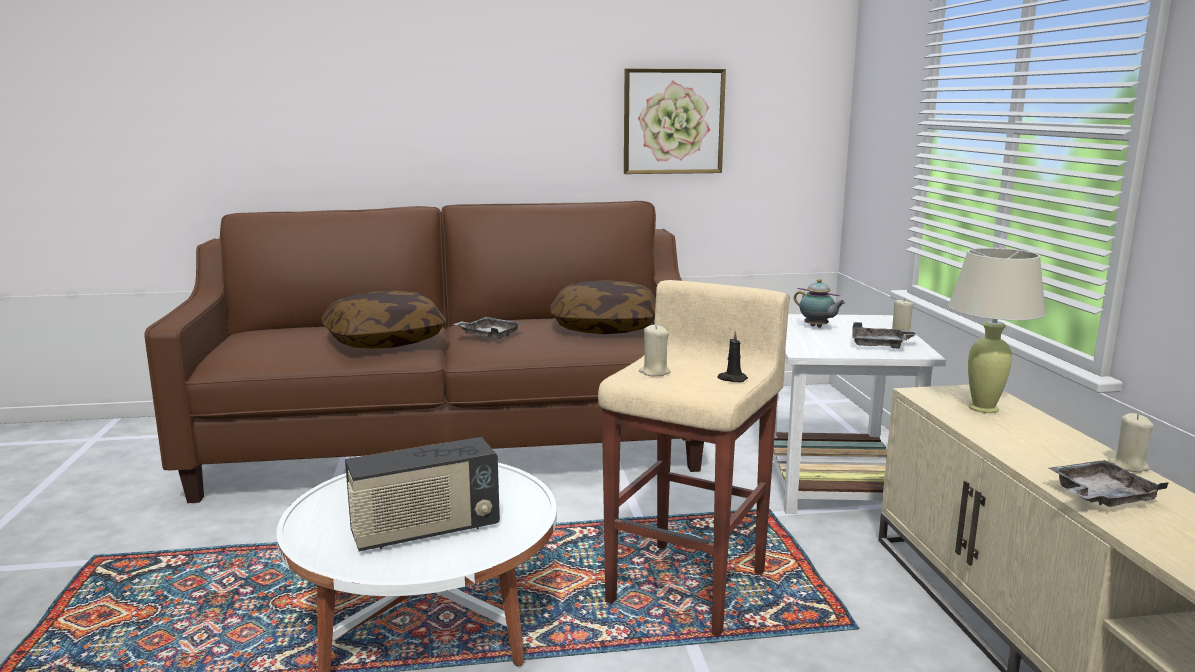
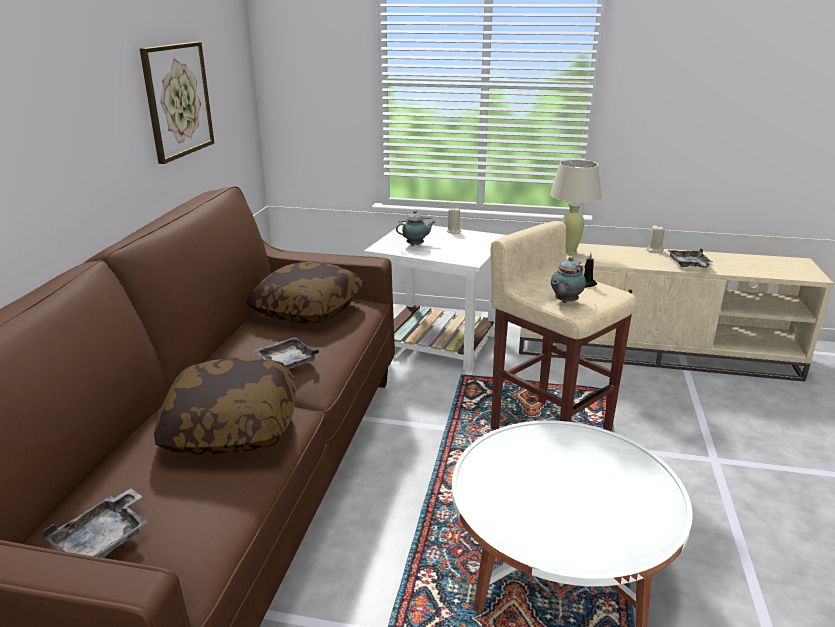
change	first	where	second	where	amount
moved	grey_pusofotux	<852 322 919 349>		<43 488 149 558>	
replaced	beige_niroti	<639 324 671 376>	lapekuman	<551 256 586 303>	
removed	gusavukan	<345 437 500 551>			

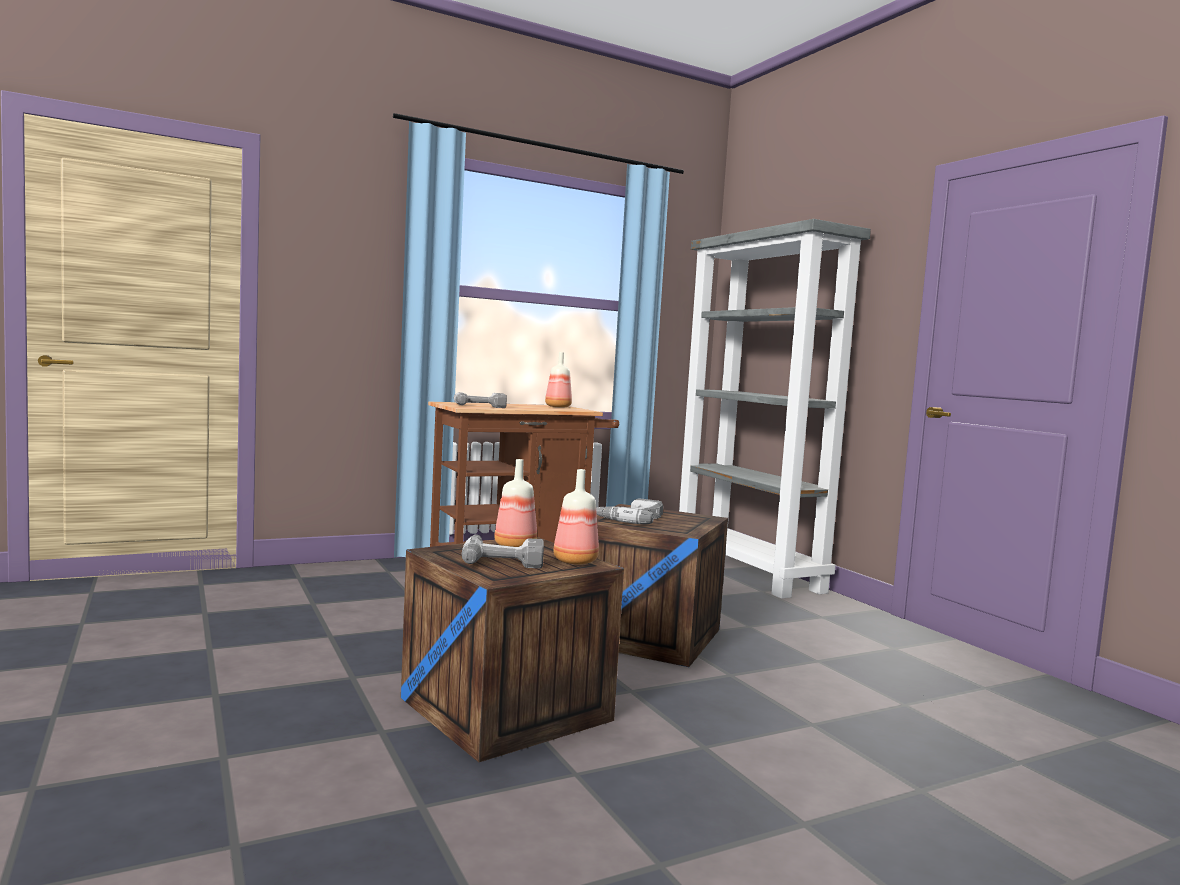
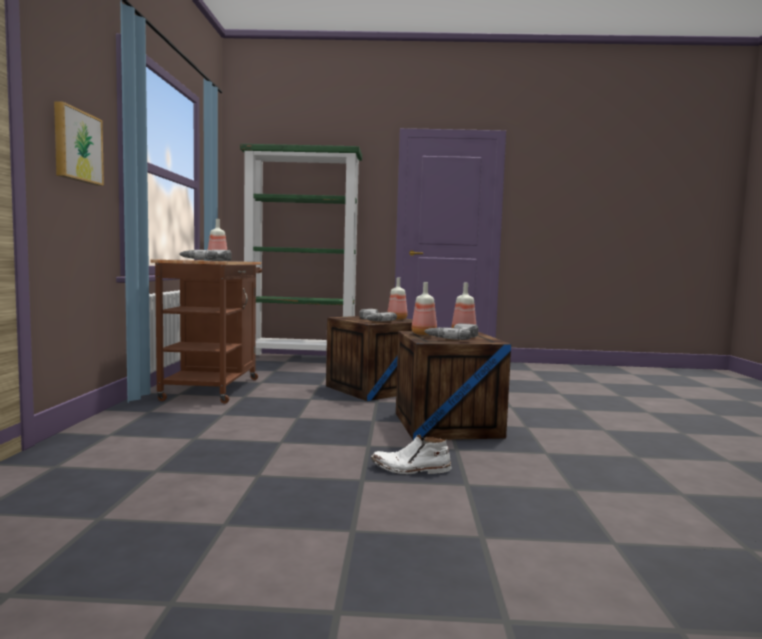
change	first	where	second	where	amount
added			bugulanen	<54 101 104 186>	
recoloured	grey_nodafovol	<679 219 871 599>	green_nodafovol	<240 144 362 355>	
added			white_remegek	<371 435 452 474>	
added			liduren	<388 277 408 320>	

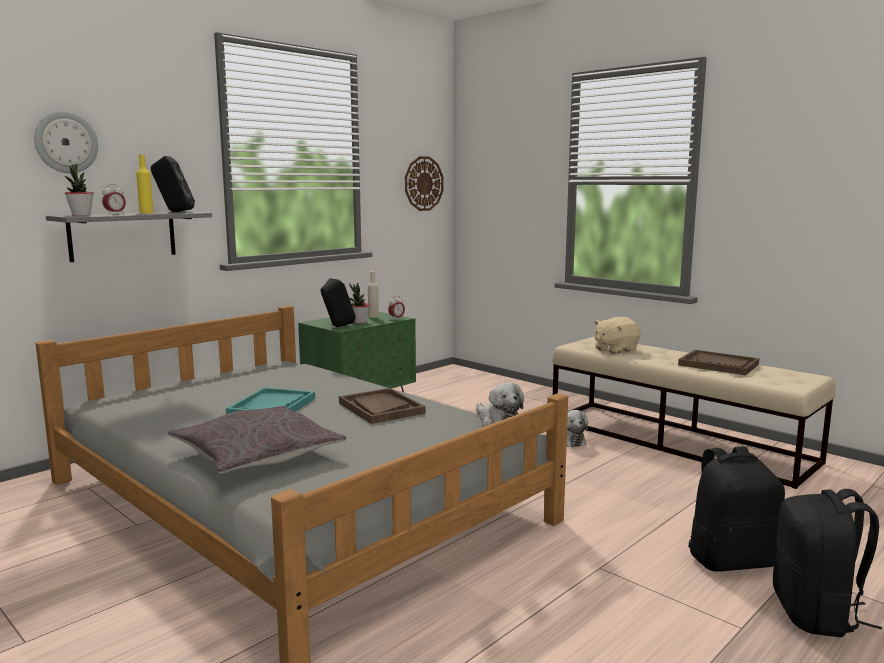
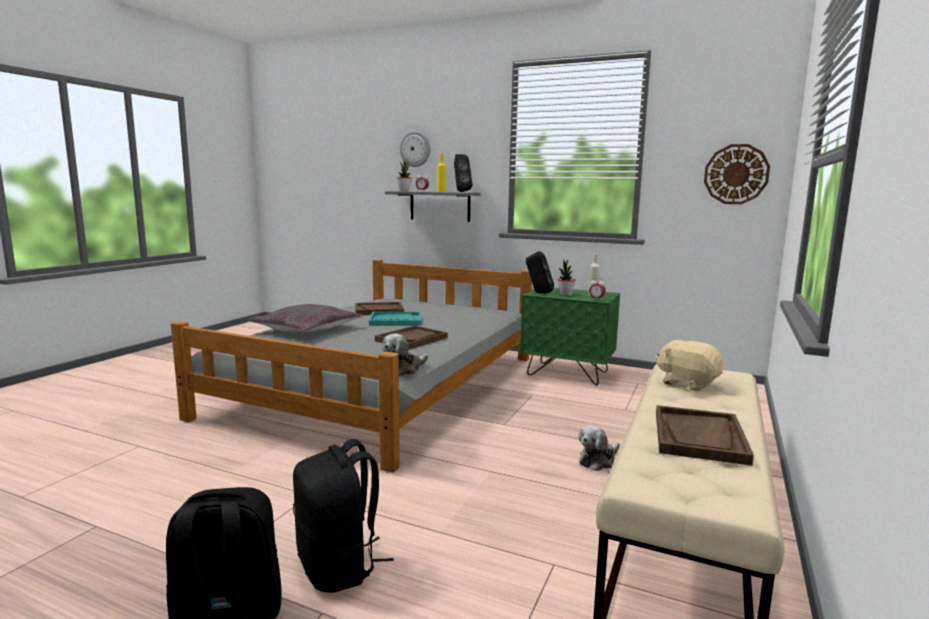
change	first	where	second	where	amount
added			brown_pusofotux	<355 302 404 315>	

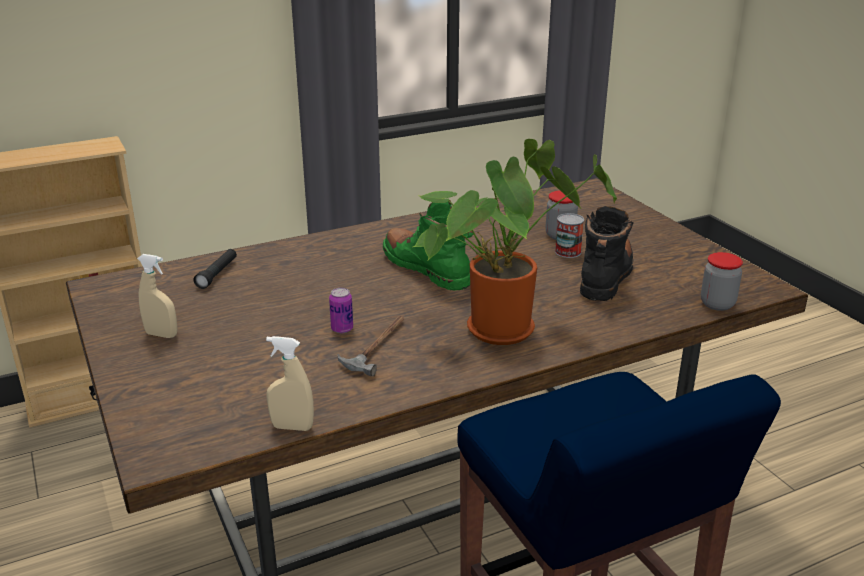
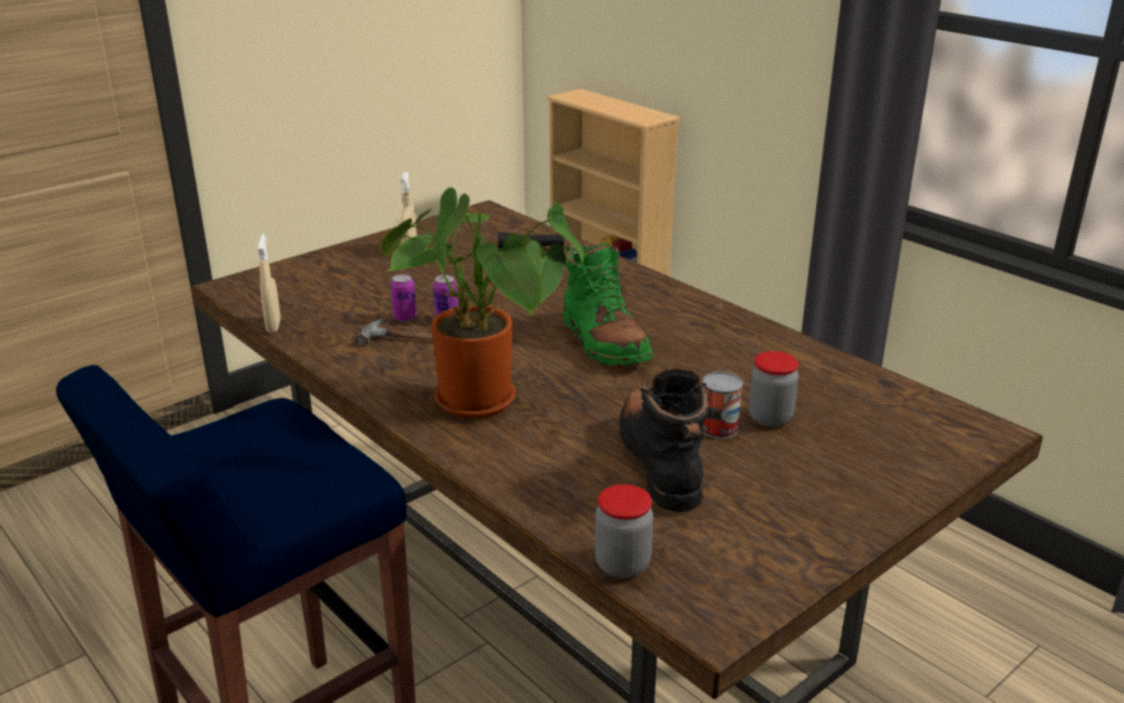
change	first	where	second	where	amount
added			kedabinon	<390 274 416 322>	
turned	green_remegek	<383 200 473 291>		<563 243 652 366>	120 degrees clockwise
turned	black_remegek	<580 206 634 301>		<619 369 710 512>	105 degrees counterclockwise

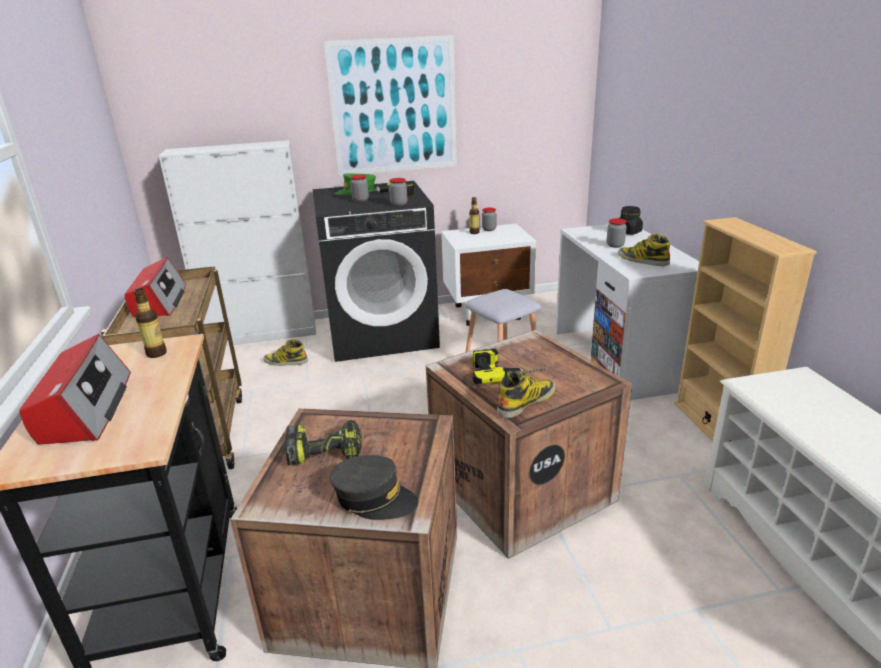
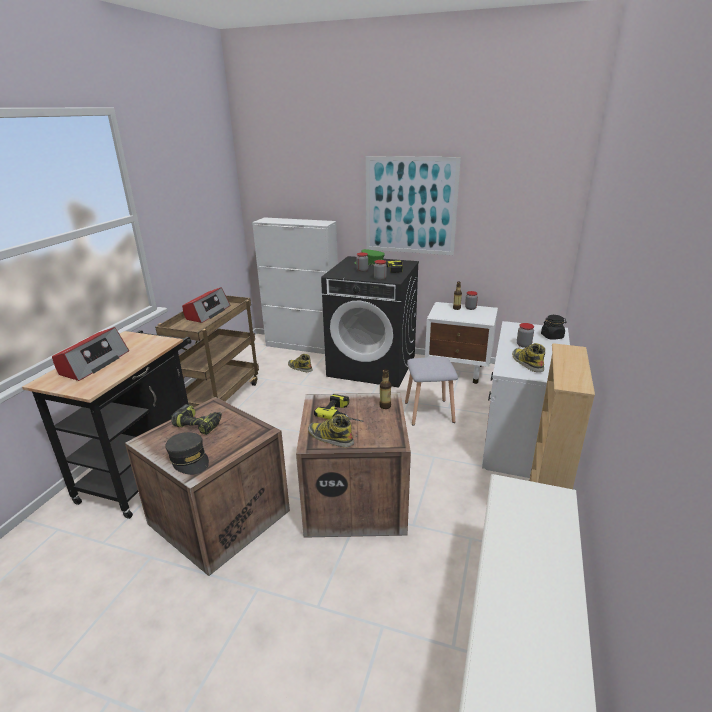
change	first	where	second	where	amount
turned	remegek	<497 371 555 418>		<308 414 354 447>	135 degrees counterclockwise
moved	liduren	<134 288 167 358>		<379 369 391 409>	

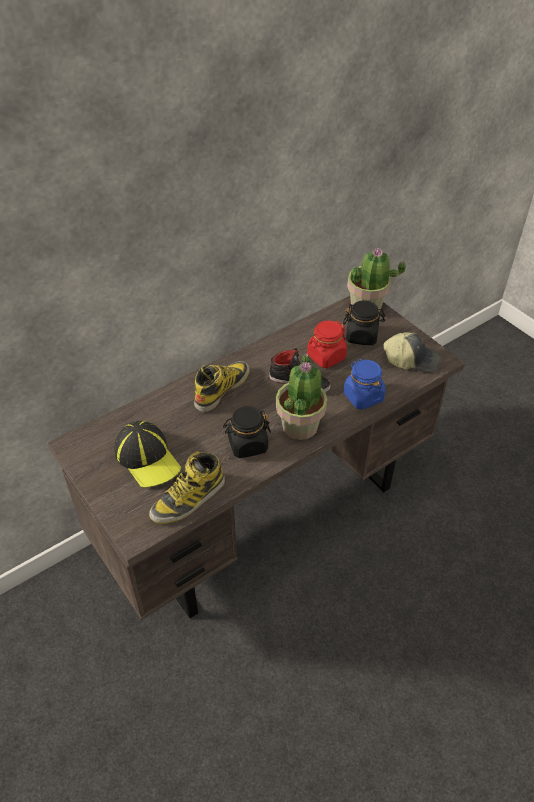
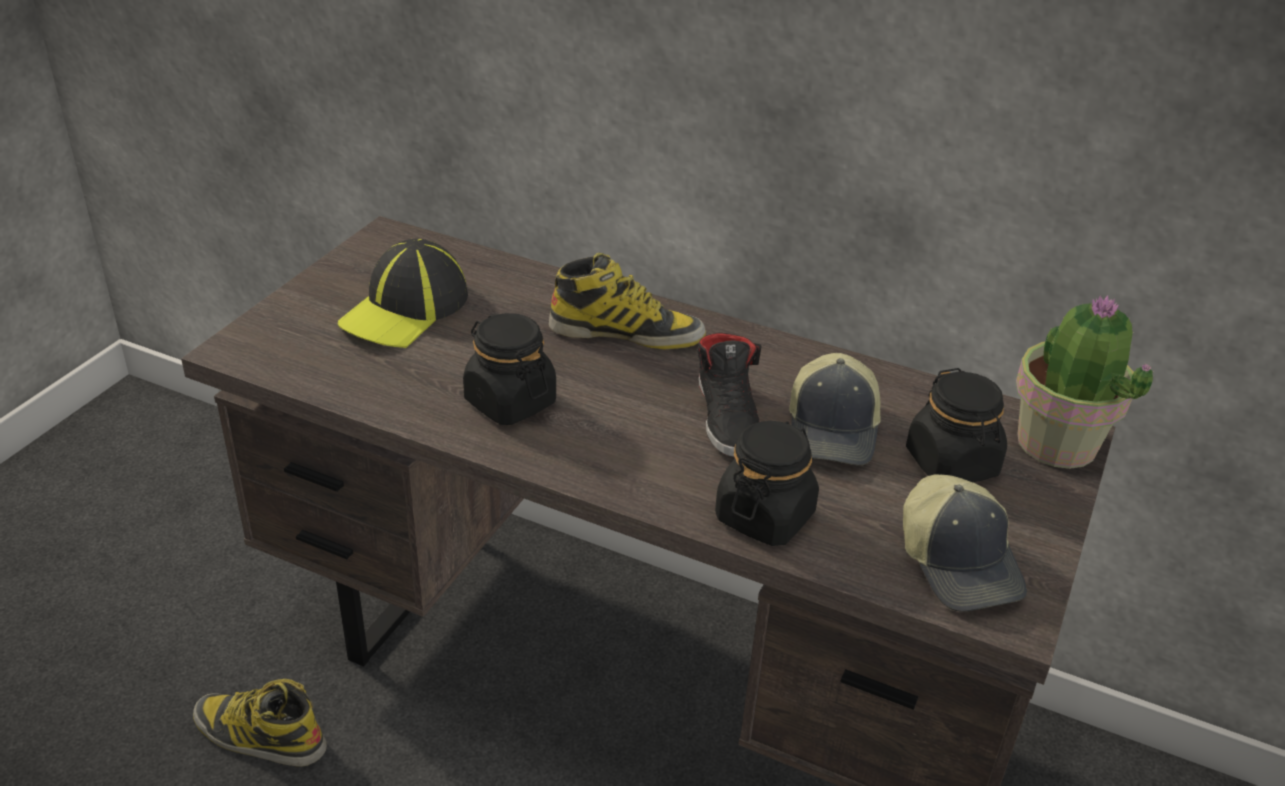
change	first	where	second	where	amount
moved	remegek	<149 451 225 524>		<193 679 327 767>	
recoloured	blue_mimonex	<343 359 386 410>	black_mimonex	<715 421 819 546>	
replaced	red_mimonex	<307 321 347 368>	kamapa	<789 353 881 465>	
removed	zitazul	<276 353 327 440>			

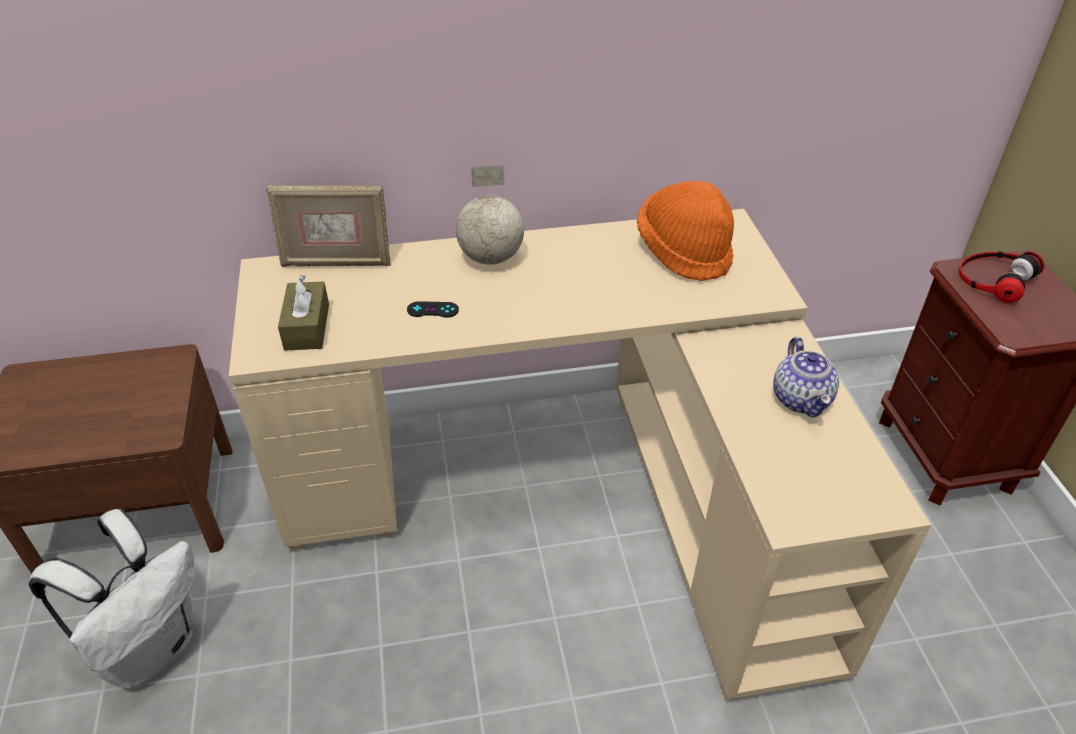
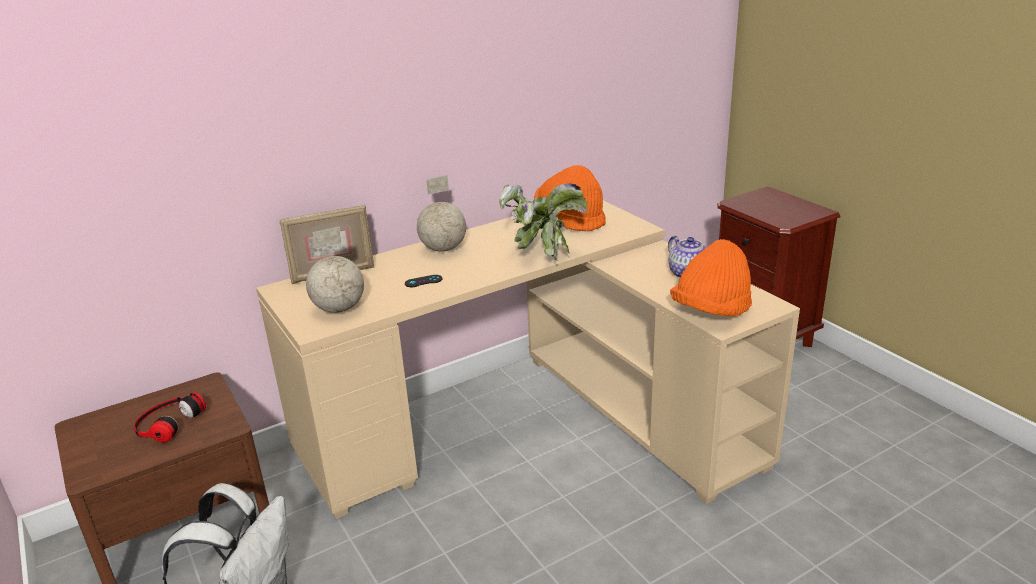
change	first	where	second	where	amount
moved	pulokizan	<959 251 1045 303>		<134 392 206 443>	
replaced	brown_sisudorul	<278 275 329 351>	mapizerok	<306 227 364 313>	
added			zitazul	<499 183 588 262>	
added			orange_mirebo	<670 239 752 316>	

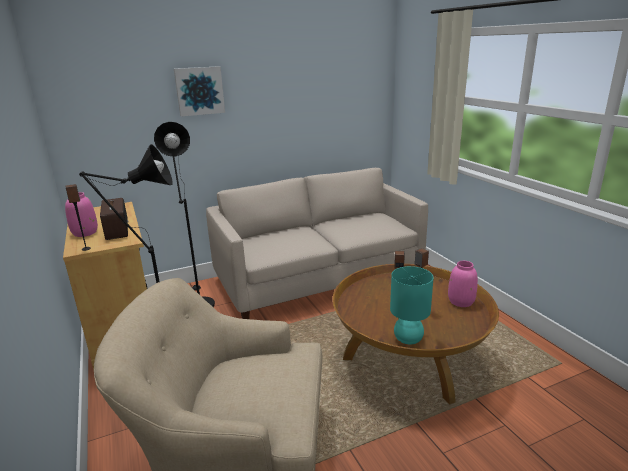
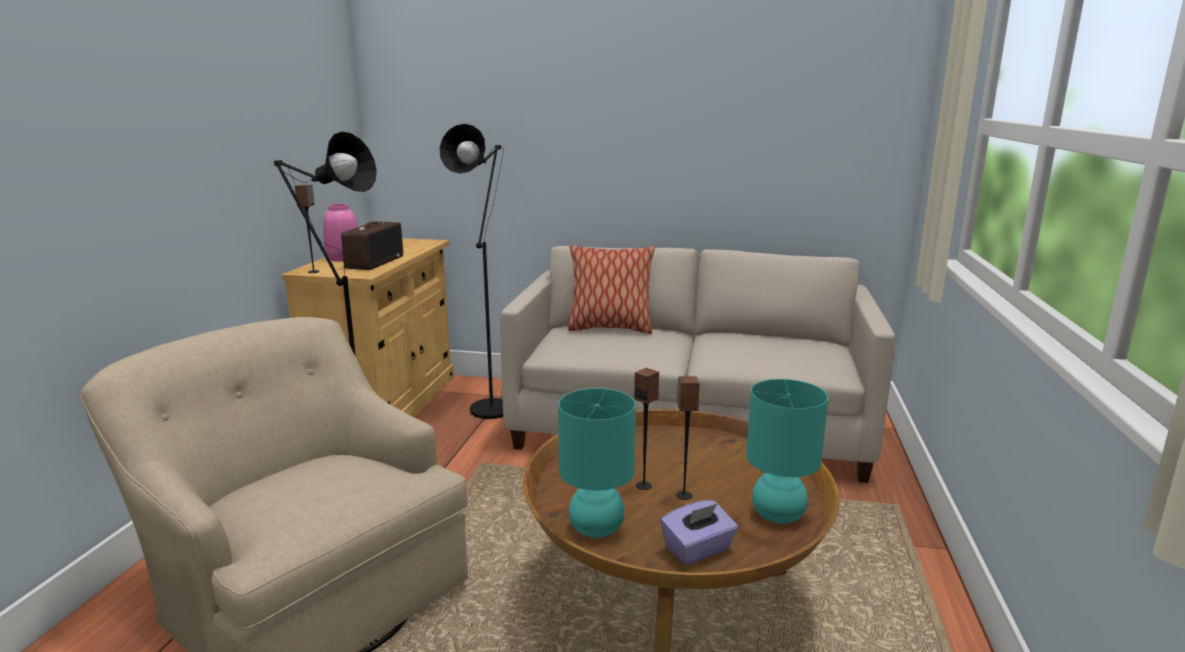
change	first	where	second	where	amount
added			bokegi	<567 245 655 334>	
added			purple_sisudorul	<660 500 738 565>	
replaced	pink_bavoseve	<448 261 478 307>	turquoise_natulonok	<746 379 829 523>	
removed	bugulanen	<174 66 225 117>			

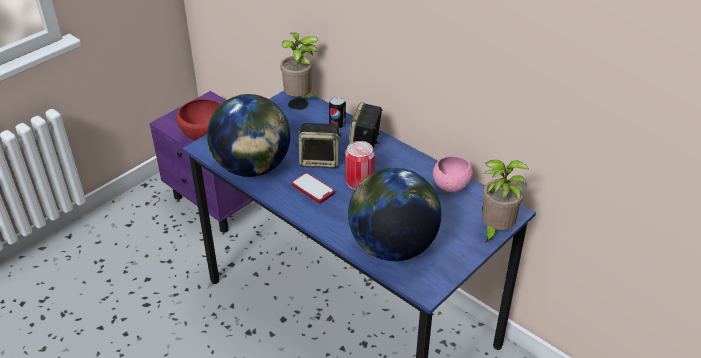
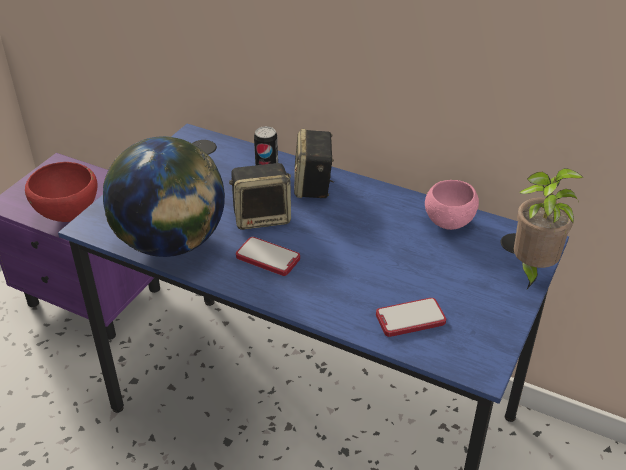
change	first	where	second	where	amount
replaced	mapizerok	<348 168 441 261>	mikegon	<376 298 446 337>	
removed	zitazul	<280 32 319 100>			
removed	kedabinon	<345 141 375 189>			

